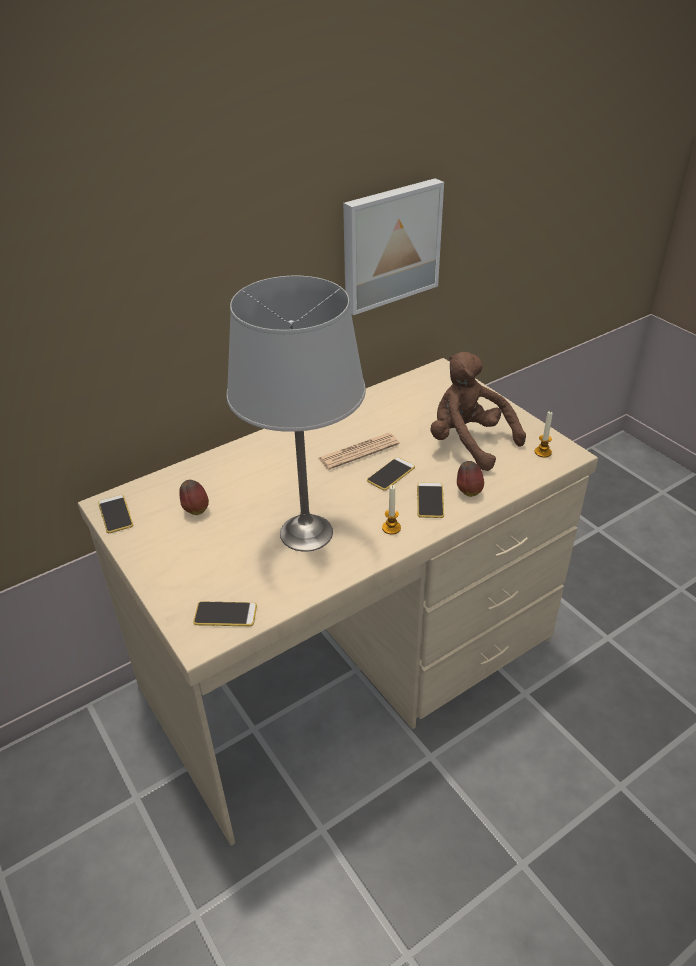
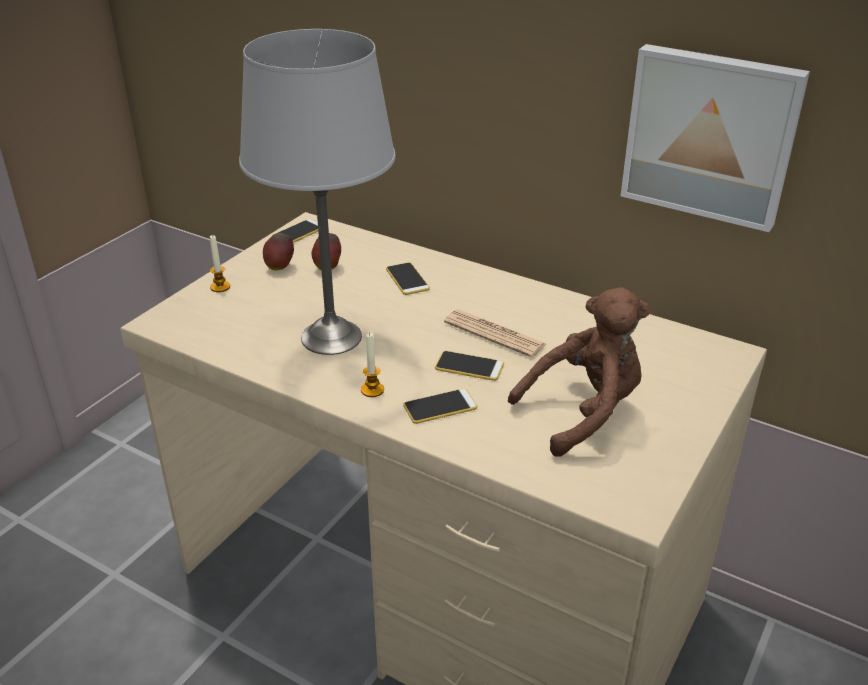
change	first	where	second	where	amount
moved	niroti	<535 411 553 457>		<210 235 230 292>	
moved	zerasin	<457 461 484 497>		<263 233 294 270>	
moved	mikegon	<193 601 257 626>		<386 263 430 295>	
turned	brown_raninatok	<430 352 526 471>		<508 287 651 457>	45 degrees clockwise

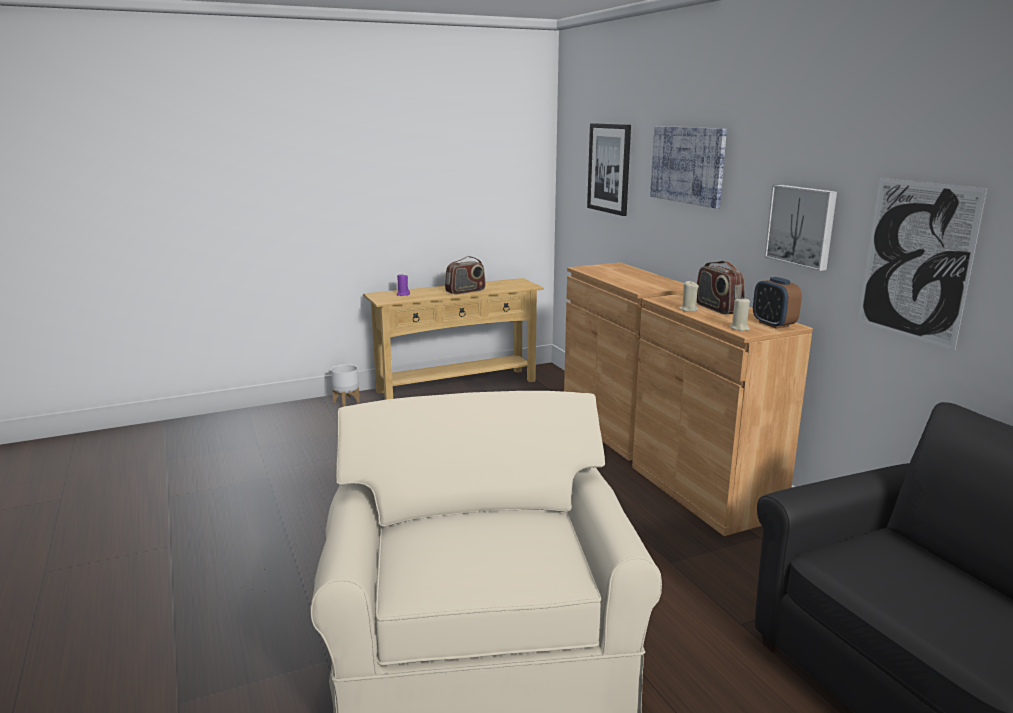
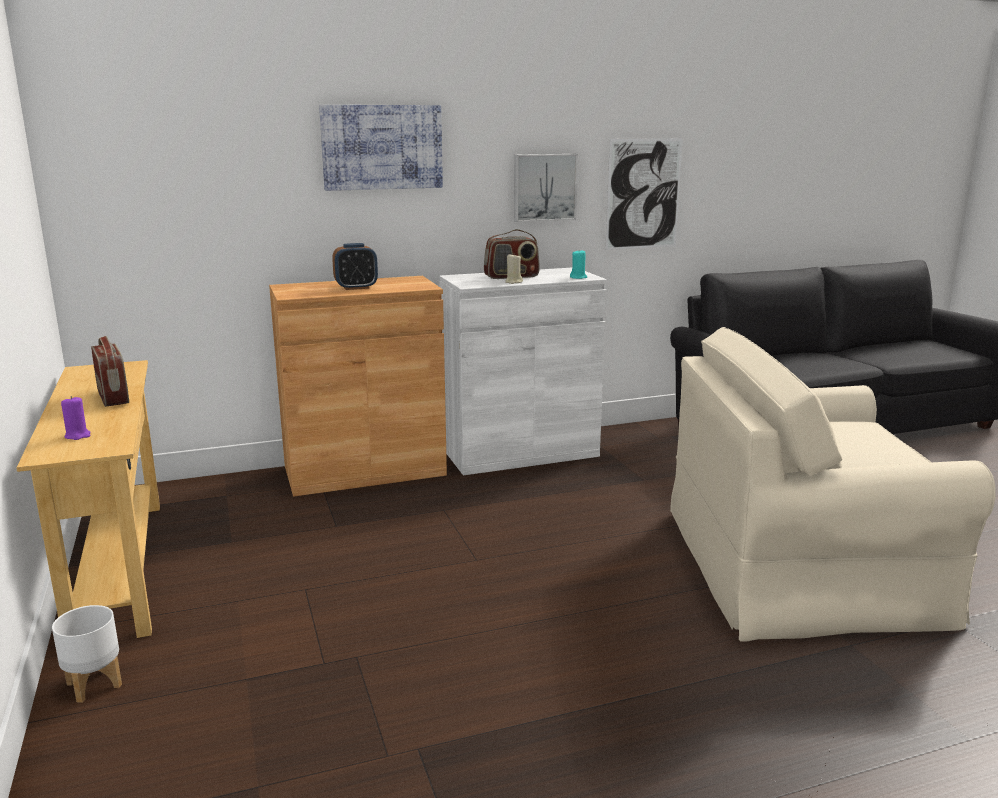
change	first	where	second	where	amount
moved	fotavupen	<753 277 802 329>		<332 243 378 290>	
recoloured	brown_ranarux	<632 294 813 536>	white_ranarux	<439 268 607 475>	
recoloured	beige_niroti	<730 297 750 331>	turquoise_niroti	<570 249 587 279>	
removed	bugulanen	<587 123 631 216>			

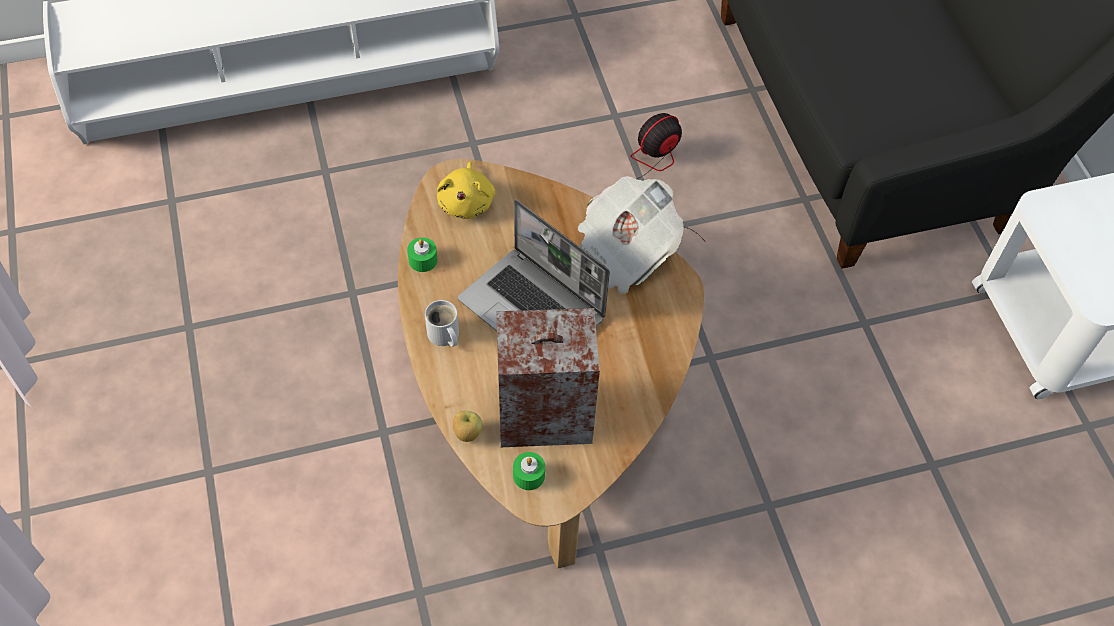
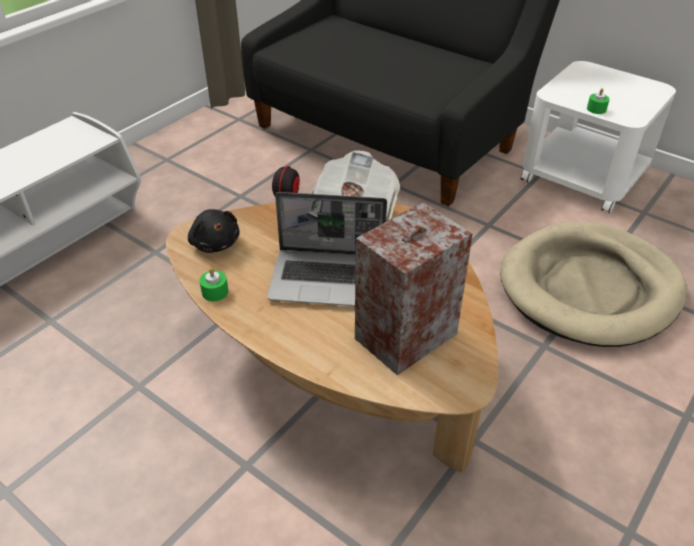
change	first	where	second	where	amount
recoloured	yellow_raninatok	<437 161 495 219>	black_raninatok	<188 209 240 253>	
added			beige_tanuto	<500 222 687 347>	
moved	green_niroti	<513 452 545 490>		<587 88 610 114>	
removed	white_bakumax	<425 300 459 347>			
removed	zerasin	<453 411 482 442>			

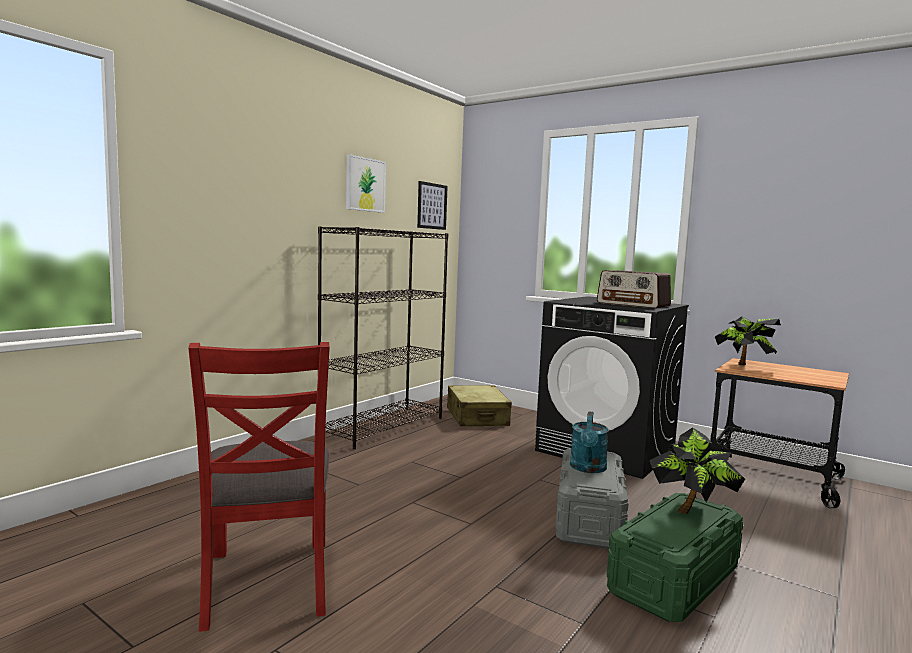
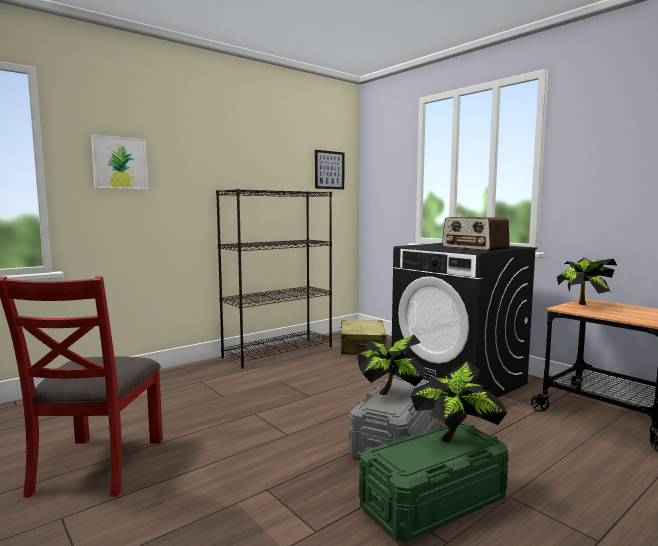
change	first	where	second	where	amount
moved	bugulanen	<346 154 386 213>		<91 134 148 190>	
replaced	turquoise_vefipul	<570 411 609 473>	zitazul	<357 335 427 395>	

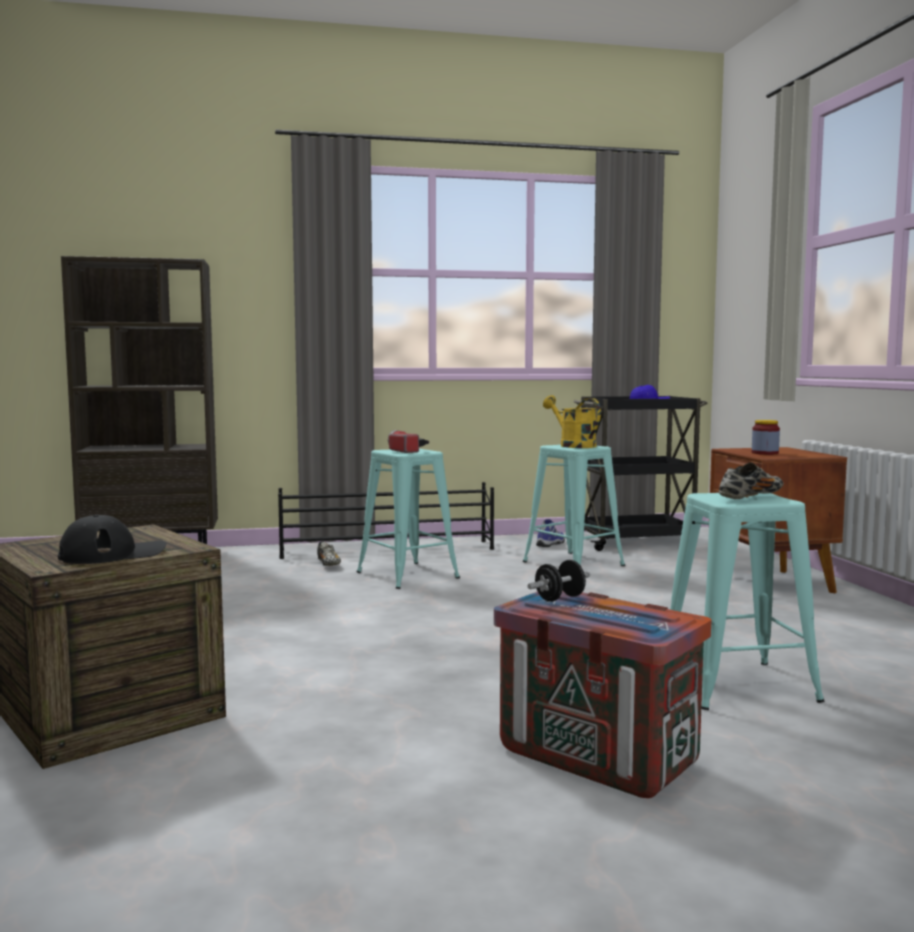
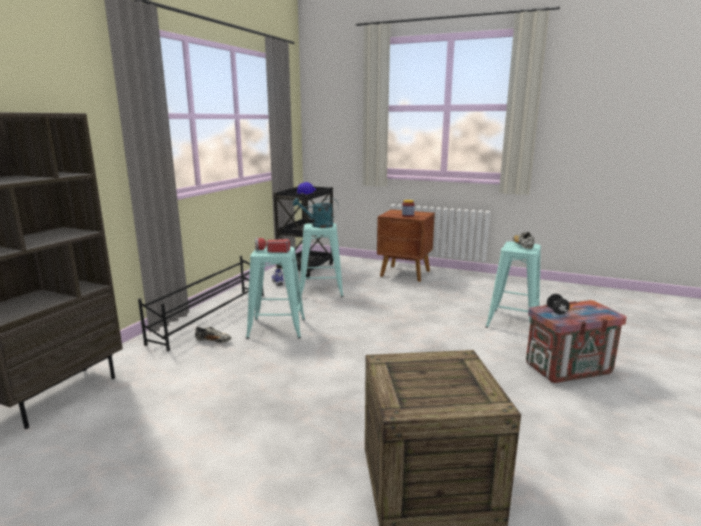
change	first	where	second	where	amount
recoloured	yellow_vefipul	<543 395 601 448>	turquoise_vefipul	<293 198 339 228>	
removed	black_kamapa	<58 515 166 564>			

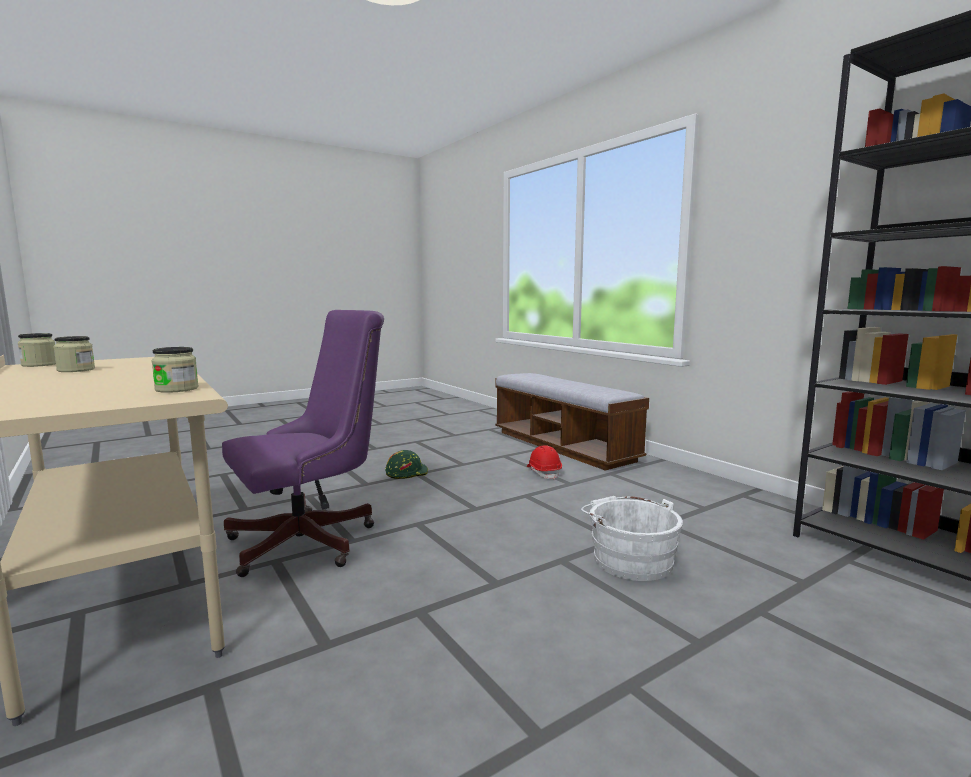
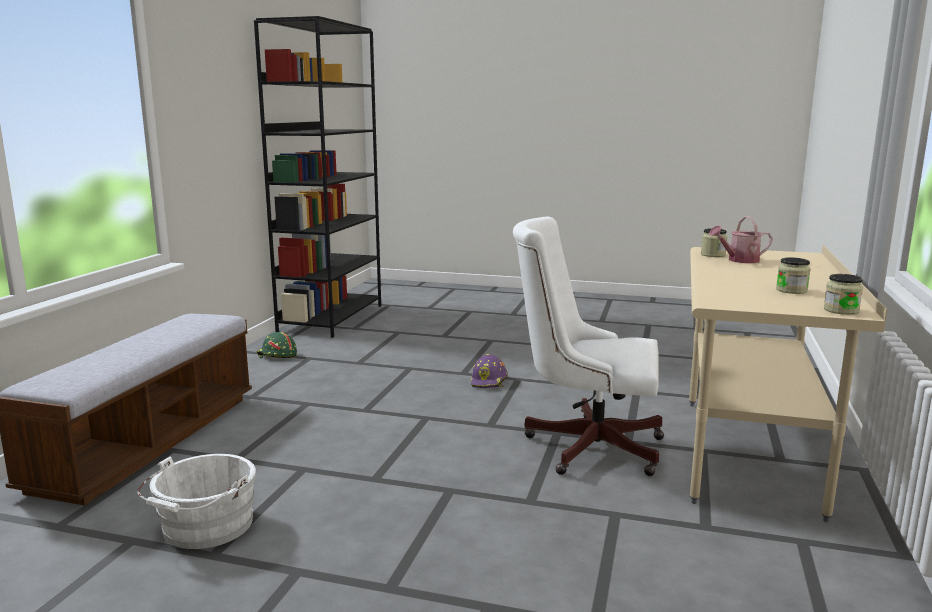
change	first	where	second	where	amount
moved	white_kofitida	<581 496 683 581>		<137 454 256 549>	
moved	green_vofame	<385 450 428 479>		<256 332 297 358>	
added			purple_vofame	<471 354 508 388>	
recoloured	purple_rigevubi	<222 310 384 577>	white_rigevubi	<513 216 664 476>	
added			vefipul	<709 216 773 263>	
removed	red_vofame	<527 445 562 480>			

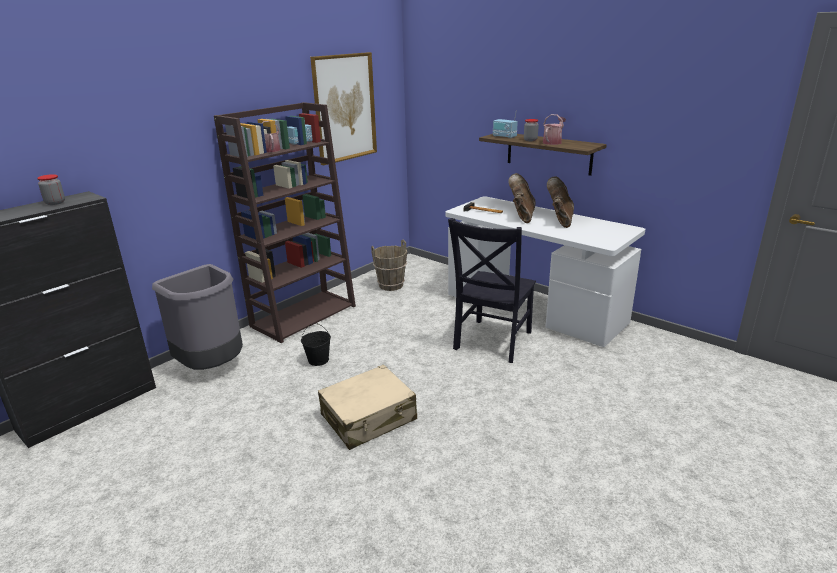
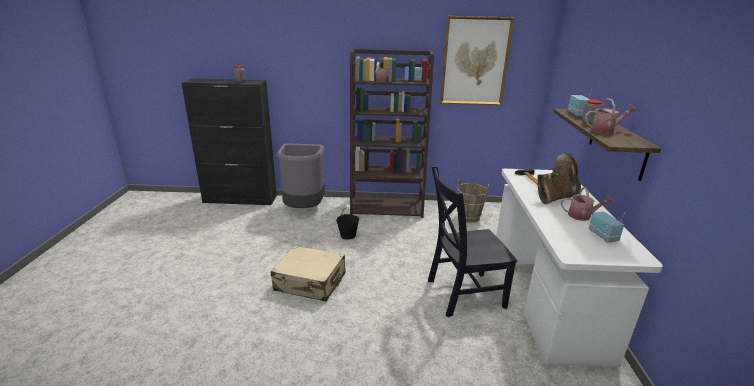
change	first	where	second	where	amount
replaced	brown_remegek	<547 176 574 228>	vefipul	<561 187 614 221>	
added			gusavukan	<589 212 626 243>	

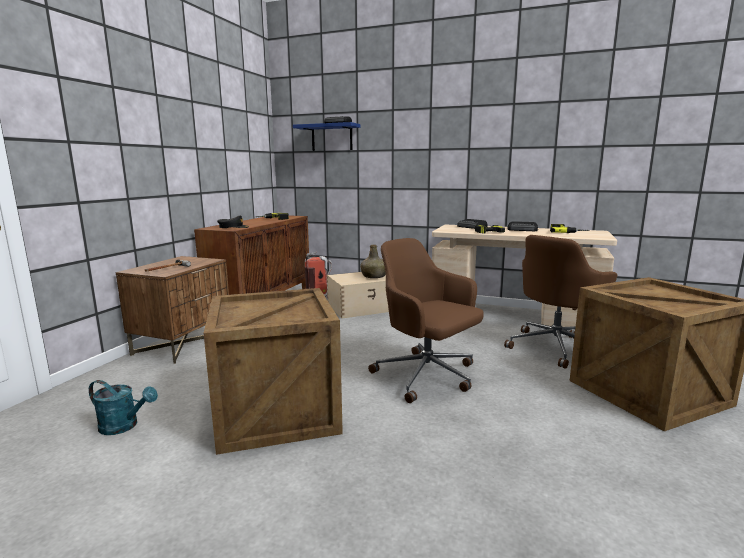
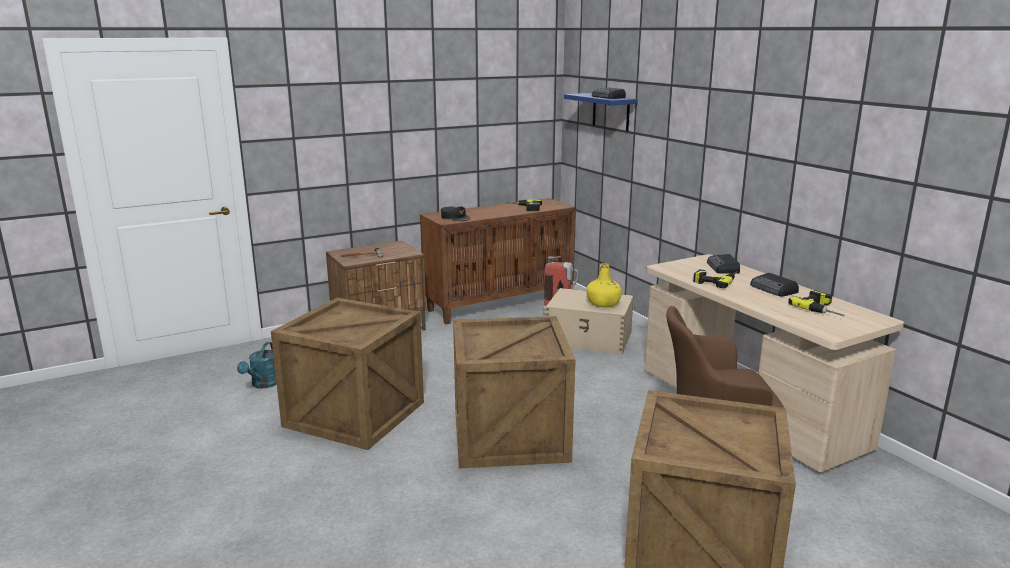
change	first	where	second	where	amount
turned	turquoise_vefipul	<89 380 158 435>		<237 342 277 389>	45 degrees clockwise
replaced	brown_rigevubi	<368 238 484 403>	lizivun	<453 316 576 469>	
recoloured	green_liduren	<360 245 386 278>	yellow_liduren	<586 263 622 307>	

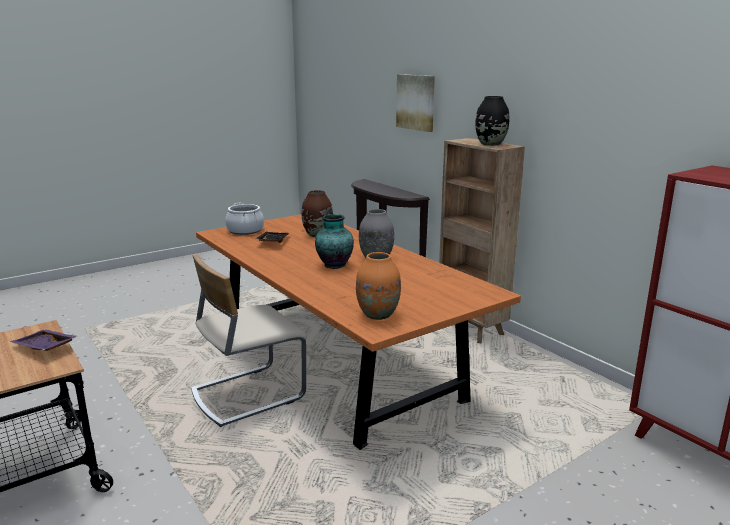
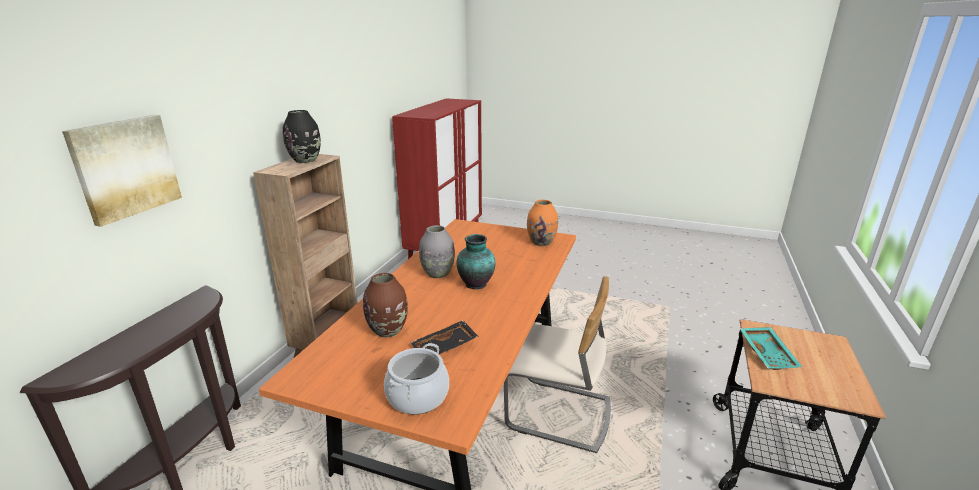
change	first	where	second	where	amount
recoloured	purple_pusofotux	<10 329 78 351>	turquoise_pusofotux	<740 327 802 370>	

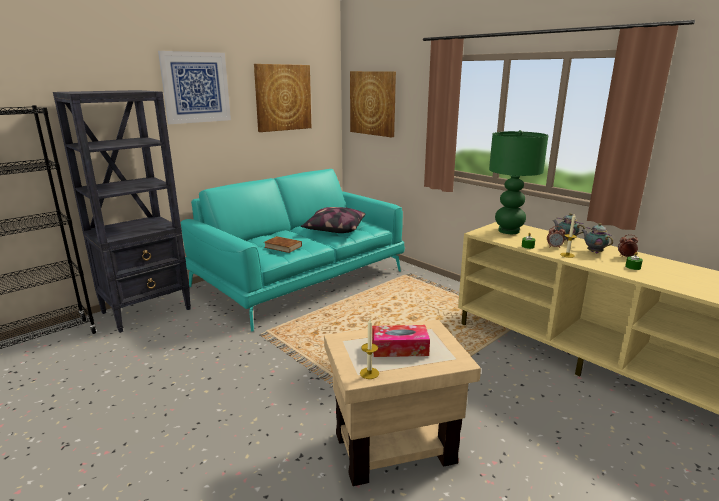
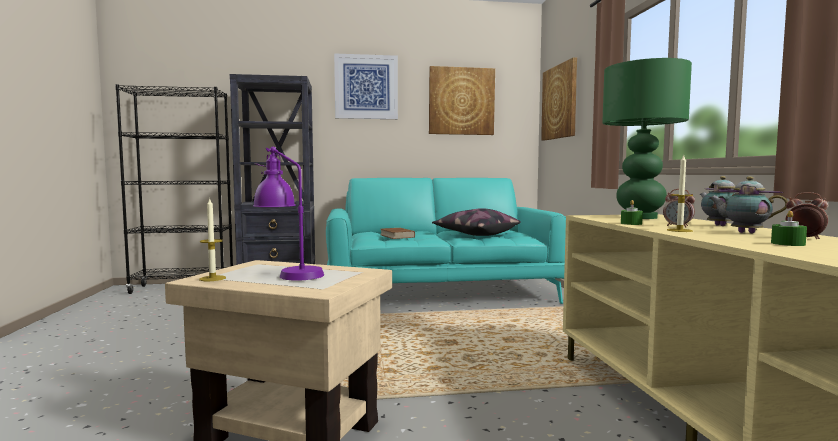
change	first	where	second	where	amount
replaced	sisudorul	<372 325 430 357>	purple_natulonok	<253 147 324 281>	
turned	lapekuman	<582 223 613 253>		<709 176 788 233>	60 degrees counterclockwise

